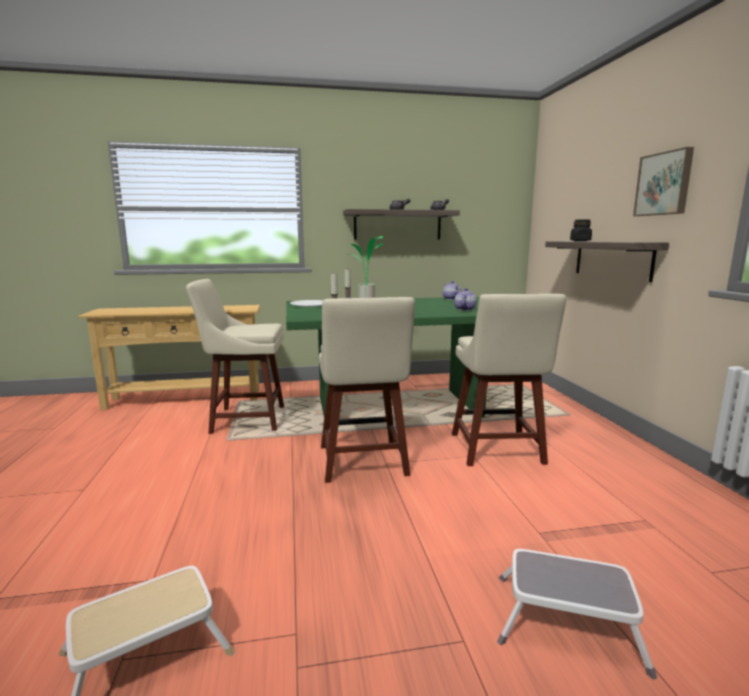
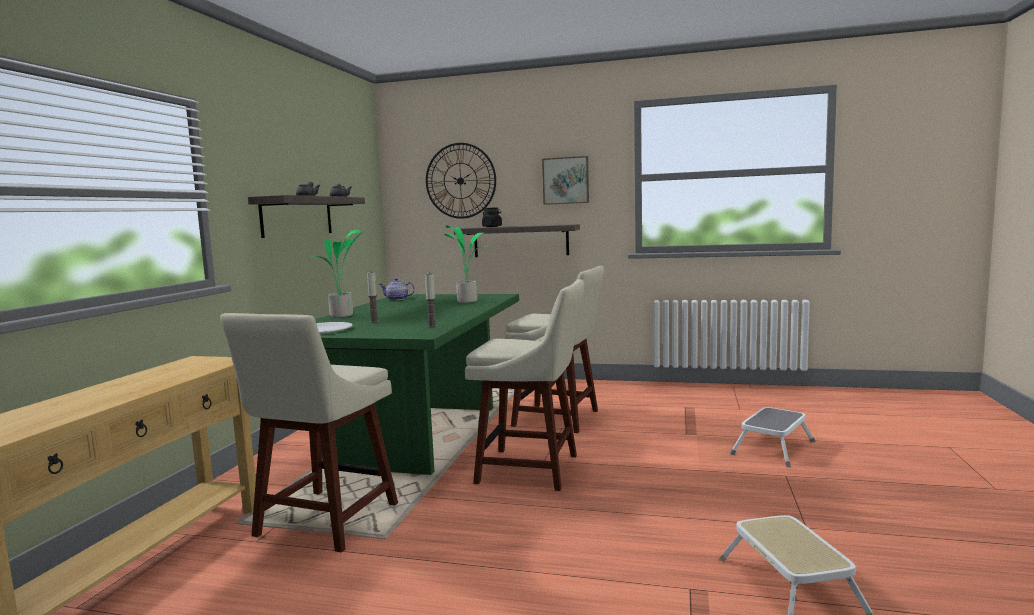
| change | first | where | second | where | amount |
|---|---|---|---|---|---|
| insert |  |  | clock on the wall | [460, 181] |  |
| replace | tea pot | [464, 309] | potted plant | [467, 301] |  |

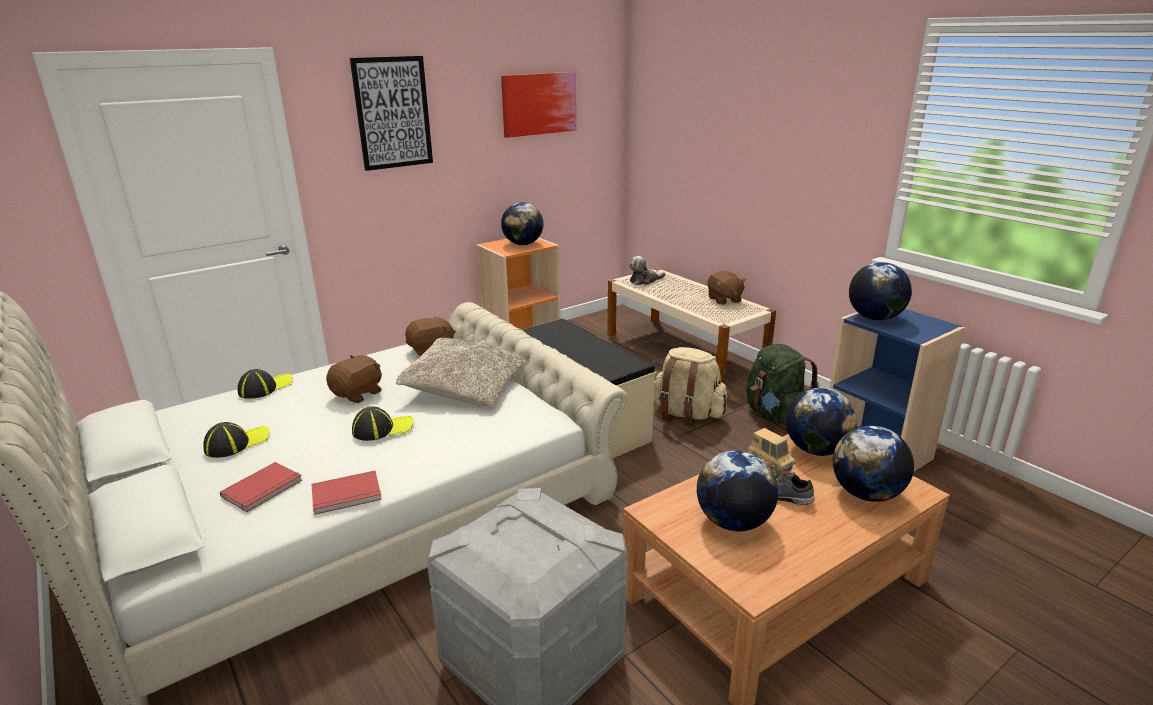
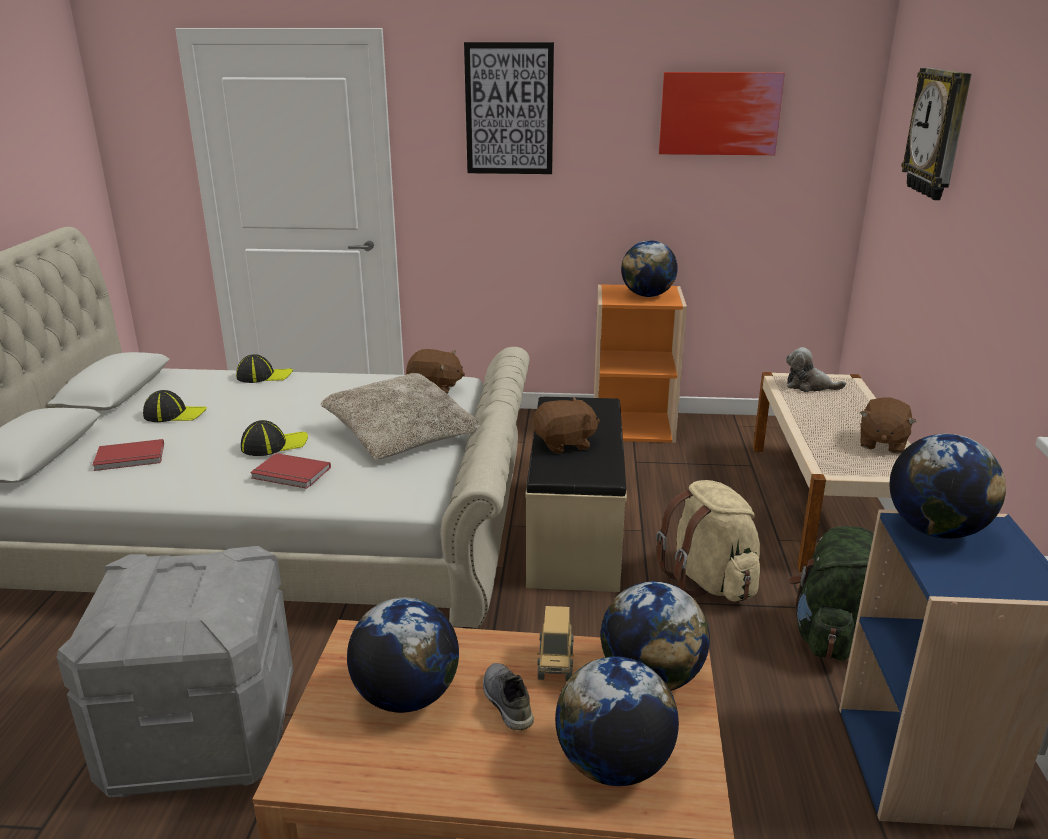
| change | first | where | second | where | amount |
|---|---|---|---|---|---|
| rotate | peaked cap | [382, 428] |  | [274, 445] | 45 degrees counterclockwise |
| move | reddish volume | [347, 495] |  | [290, 474] |  |
| move | brown cuddly toy | [358, 394] |  | [565, 444] |  |
| insert |  |  | clock on the wall | [939, 133] |  |

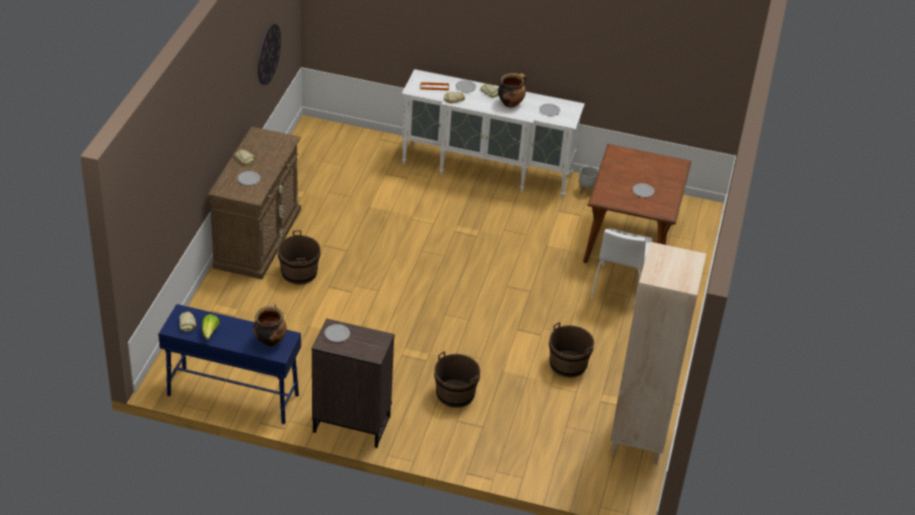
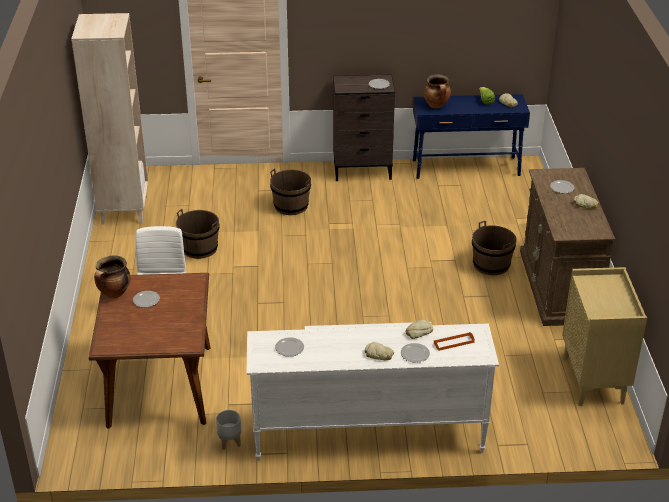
| change | first | where | second | where | amount |
|---|---|---|---|---|---|
| move | cooking pot | [510, 103] |  | [114, 294] |  |
| insert |  |  | beige cabinet | [593, 380] |  |
| delete | clock on the wall | [268, 54] |  |  |  |

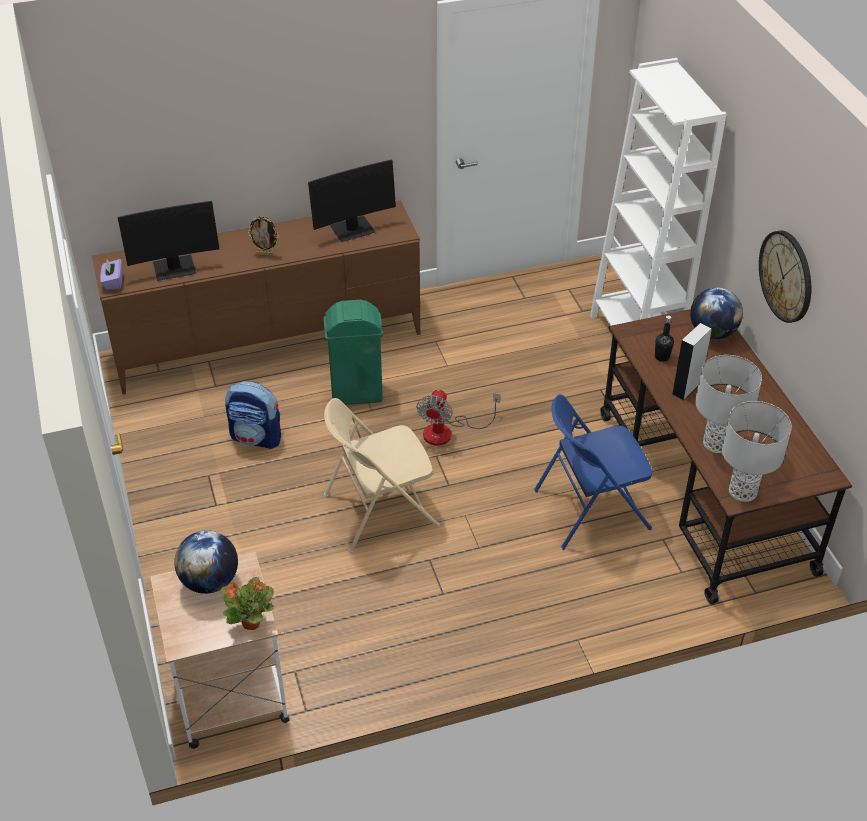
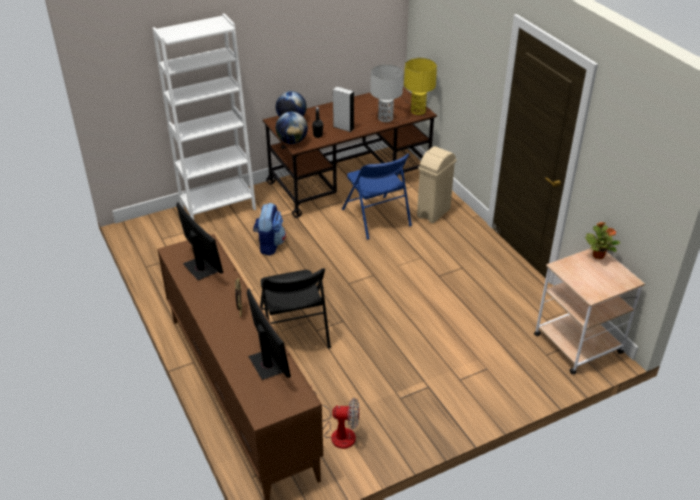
| change | first | where | second | where | amount |
|---|---|---|---|---|---|
| move | backpack | [257, 437] |  | [269, 245] |  |
| replace | green-coloured rubbish bin | [356, 394] | black upright chair | [293, 331] |  |
| move | world globe | [210, 581] |  | [292, 141] |  |
| move | fan | [447, 432] |  | [338, 432] |  |
| recolor | white tabletop lamp | [742, 492] | yellowish tabletop lamp | [418, 111] |  |
| insert |  |  | beige rubbish bin | [433, 213] |  |
| delete | purple tissue holder | [113, 282] |  |  |  |
| delete | beige upright chair | [381, 510] |  |  |  |
| delete | clock on the wall | [786, 276] |  |  |  |

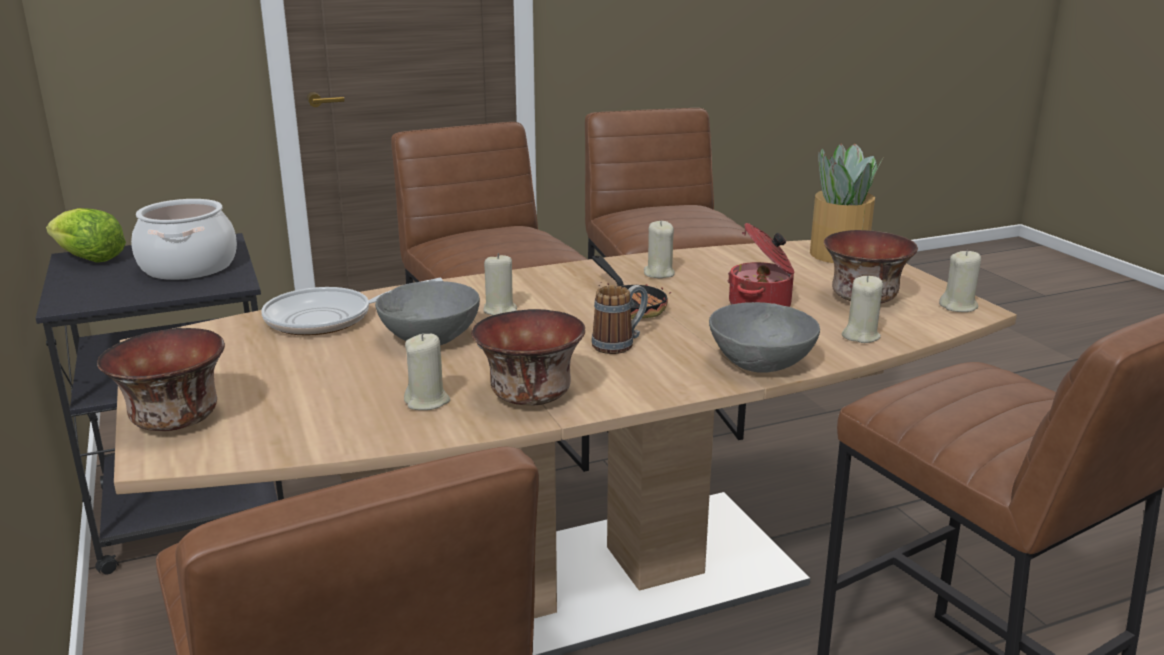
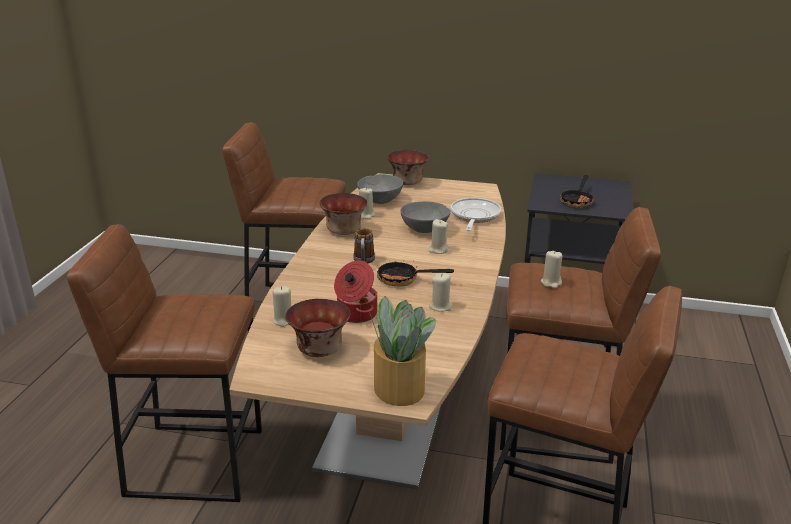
| change | first | where | second | where | amount |
|---|---|---|---|---|---|
| move | grey deep dish | [761, 364] |  | [380, 200] |  |
| move | beige wax light | [958, 307] |  | [551, 282] |  |
| replace | cooking pot | [188, 267] | skillet | [577, 201] |  |
| delete | head of lettuce | [90, 259] |  |  |  |

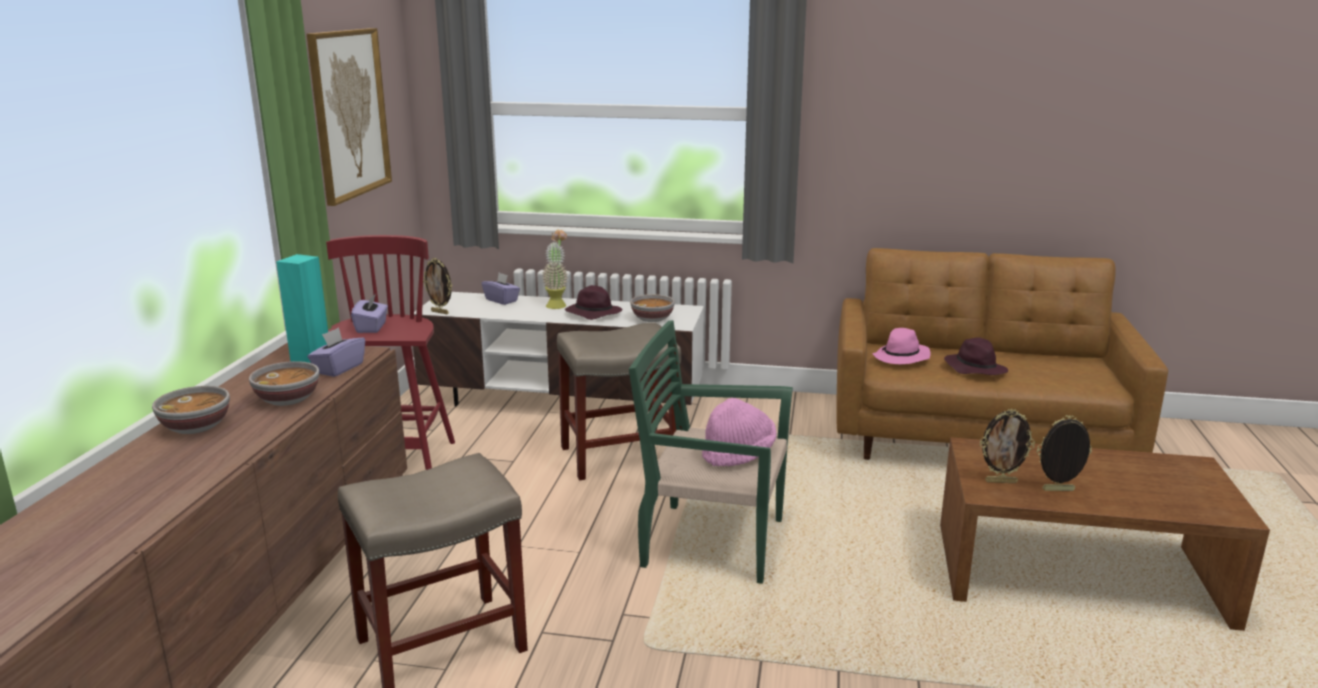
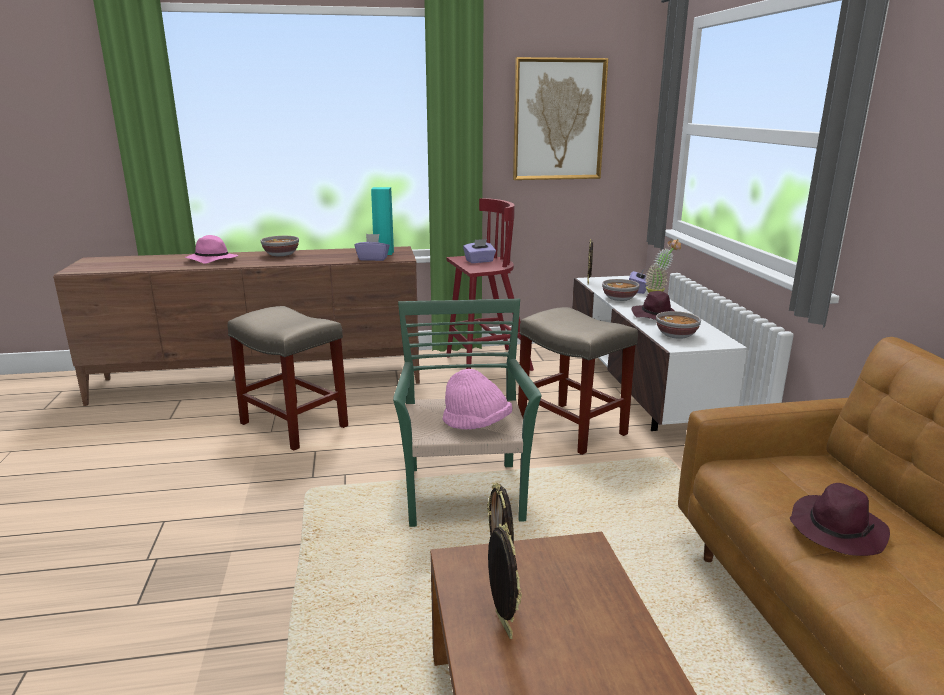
| change | first | where | second | where | amount |
|---|---|---|---|---|---|
| move | pink-coloured hat | [901, 358] |  | [211, 260] |  |
| move | deep dish | [288, 399] |  | [619, 298] |  |

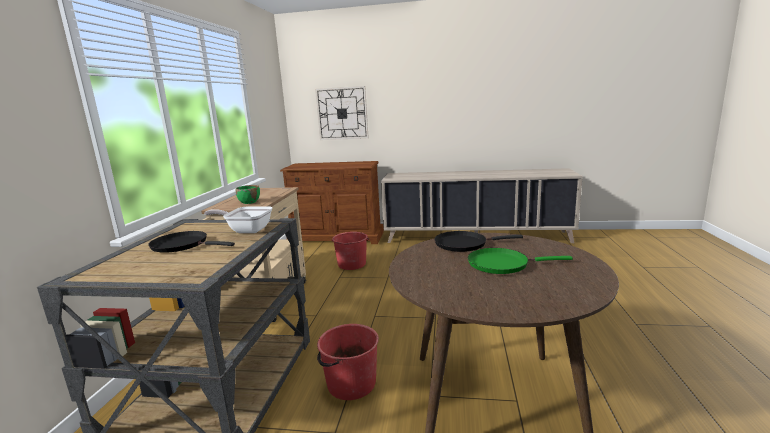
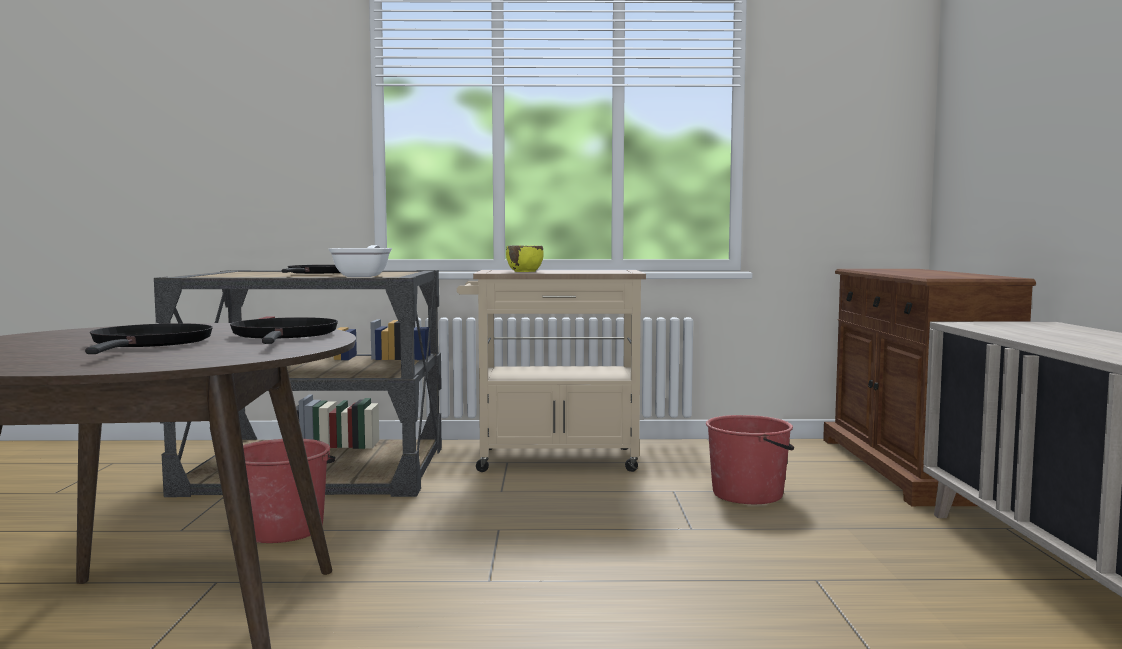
| change | first | where | second | where | amount |
|---|---|---|---|---|---|
| recolor | green-coloured skillet | [502, 264] | black skillet | [150, 344] |  |
| recolor | green-coloured deep dish | [249, 202] | yellowish deep dish | [525, 271] |  |
| delete | clock on the wall | [342, 113] |  |  |  |

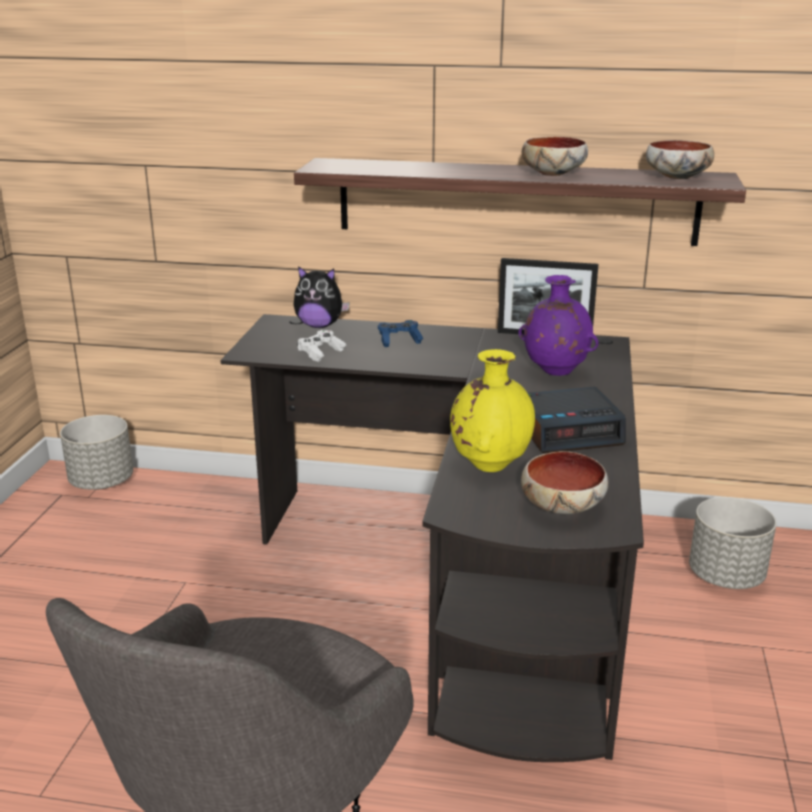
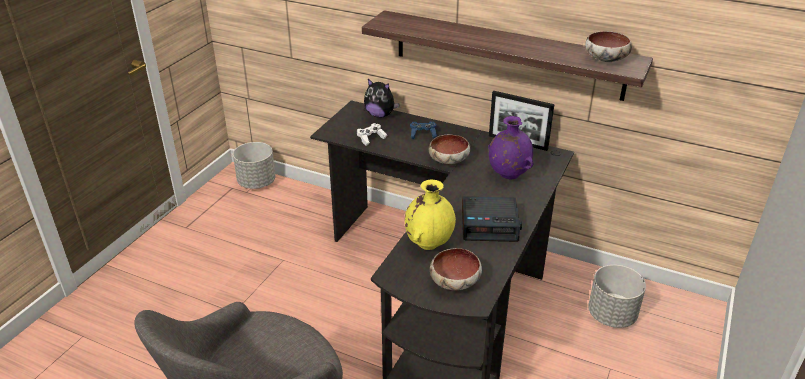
| change | first | where | second | where | amount |
|---|---|---|---|---|---|
| move | deep dish | [553, 173] |  | [449, 160] |  |

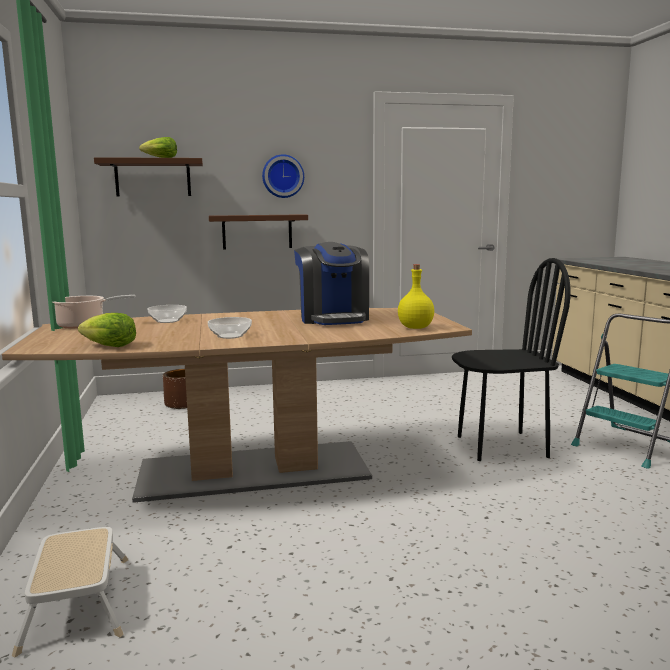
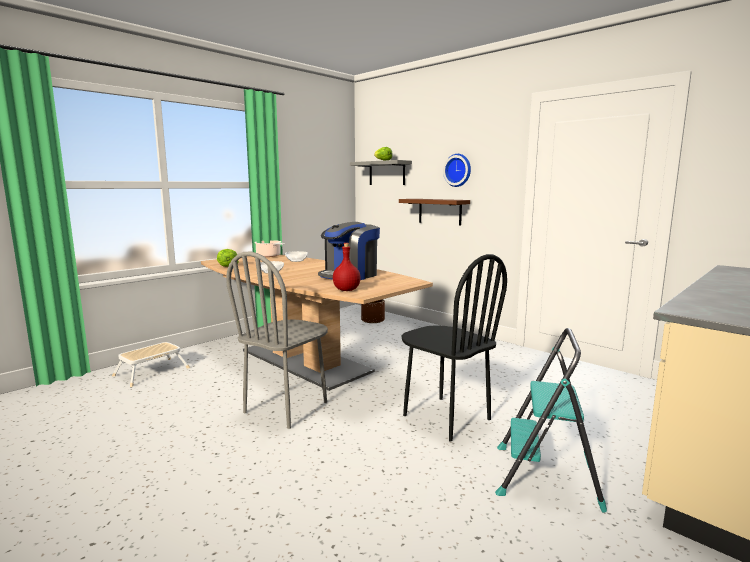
| change | first | where | second | where | amount |
|---|---|---|---|---|---|
| insert |  |  | grey upright chair | [286, 407] |  |
| recolor | yellowish beverage bottle | [415, 327] | reddish beverage bottle | [347, 290] |  |
| recolor | brown bracket shelf | [153, 178] | grey bracket shelf | [387, 173] |  |

